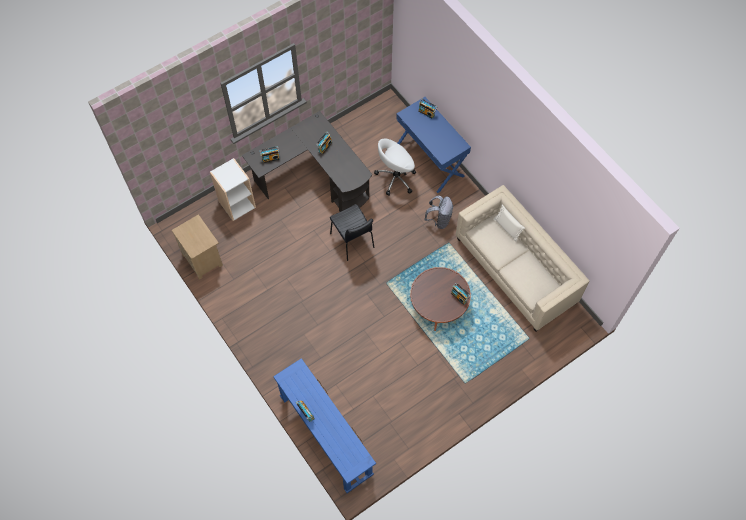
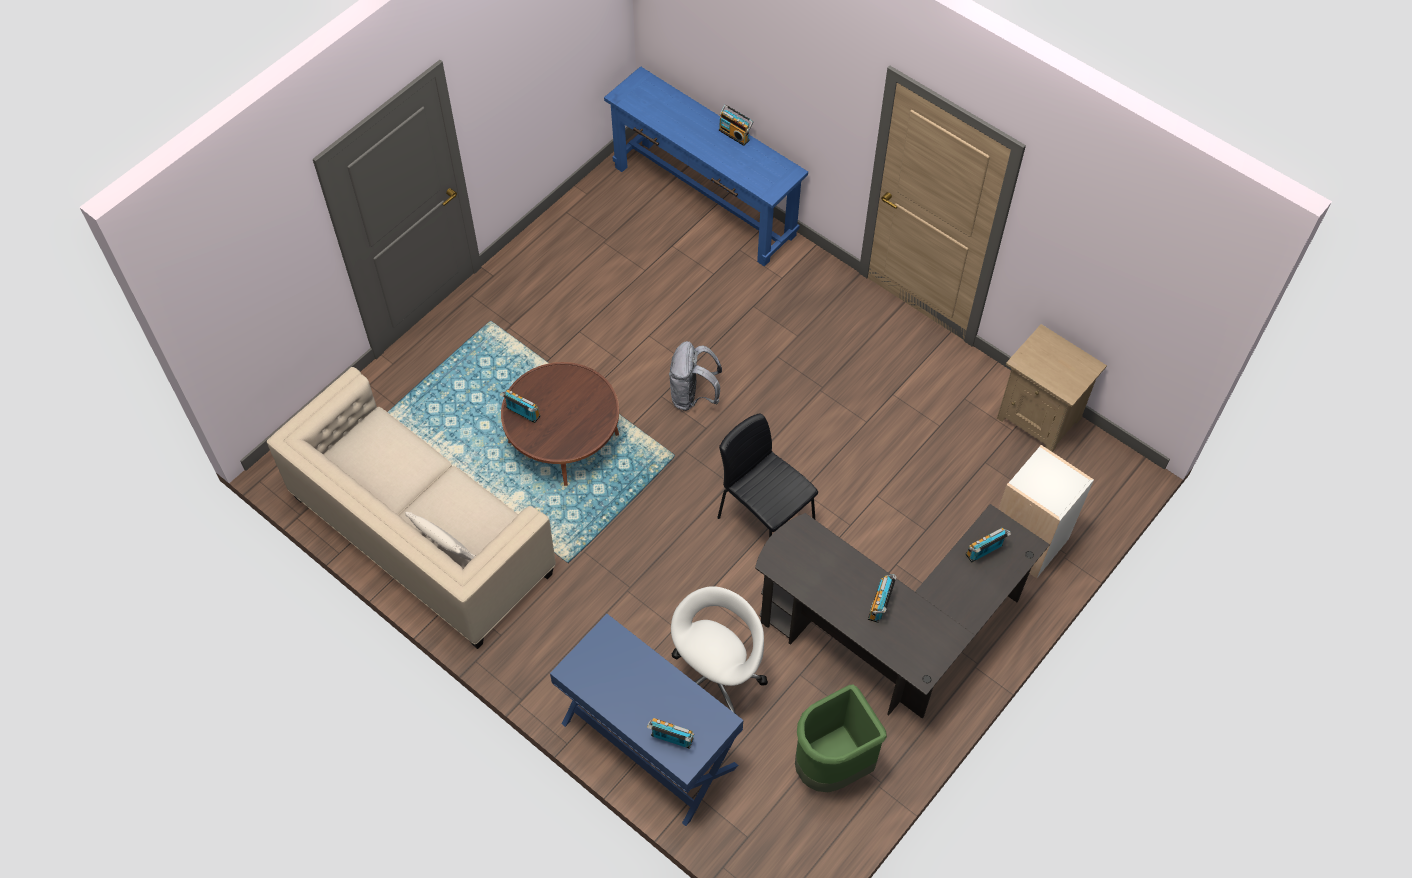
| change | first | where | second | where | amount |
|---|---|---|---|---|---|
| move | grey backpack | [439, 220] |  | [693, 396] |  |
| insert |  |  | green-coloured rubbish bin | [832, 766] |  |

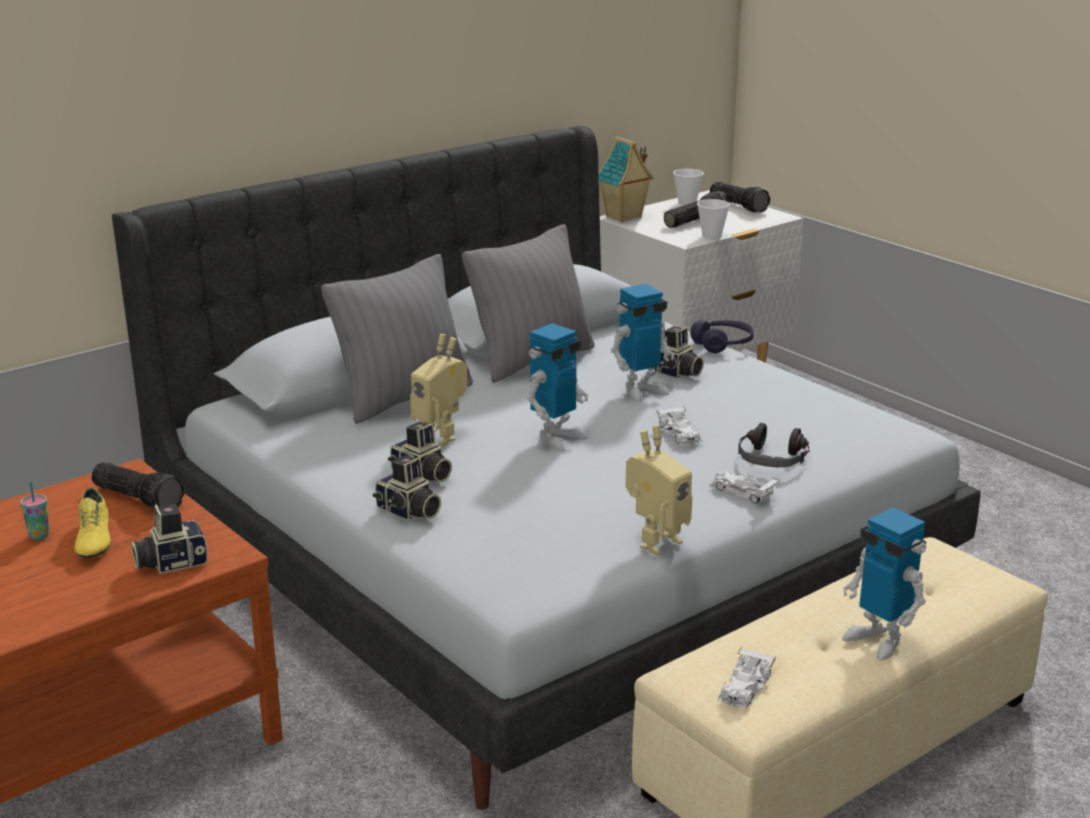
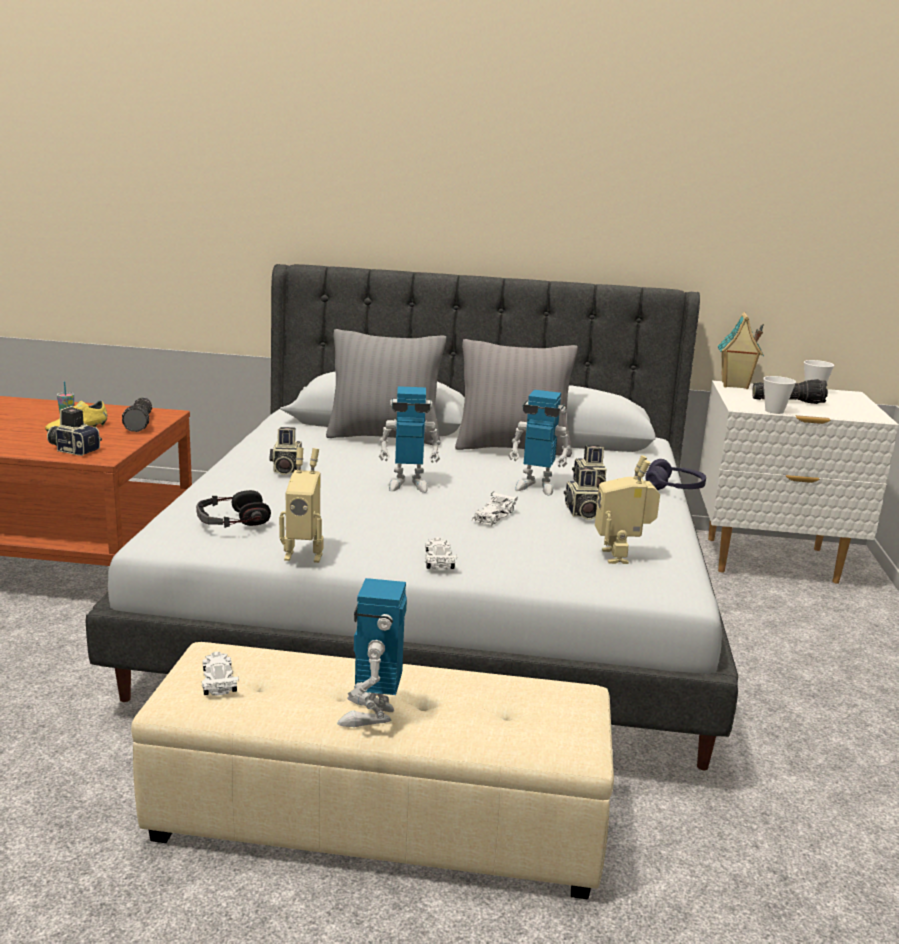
| change | first | where | second | where | amount |
|---|---|---|---|---|---|
| move | headphones | [773, 458] |  | [232, 520] |  |
| rotate | white miniature car | [744, 687] |  | [218, 680] | 90 degrees clockwise |
| move | photo camera | [408, 512] |  | [581, 512] |  |
| move | model robot | [441, 436] |  | [621, 556] |  |
| delete | torch | [739, 206] |  |  |  |

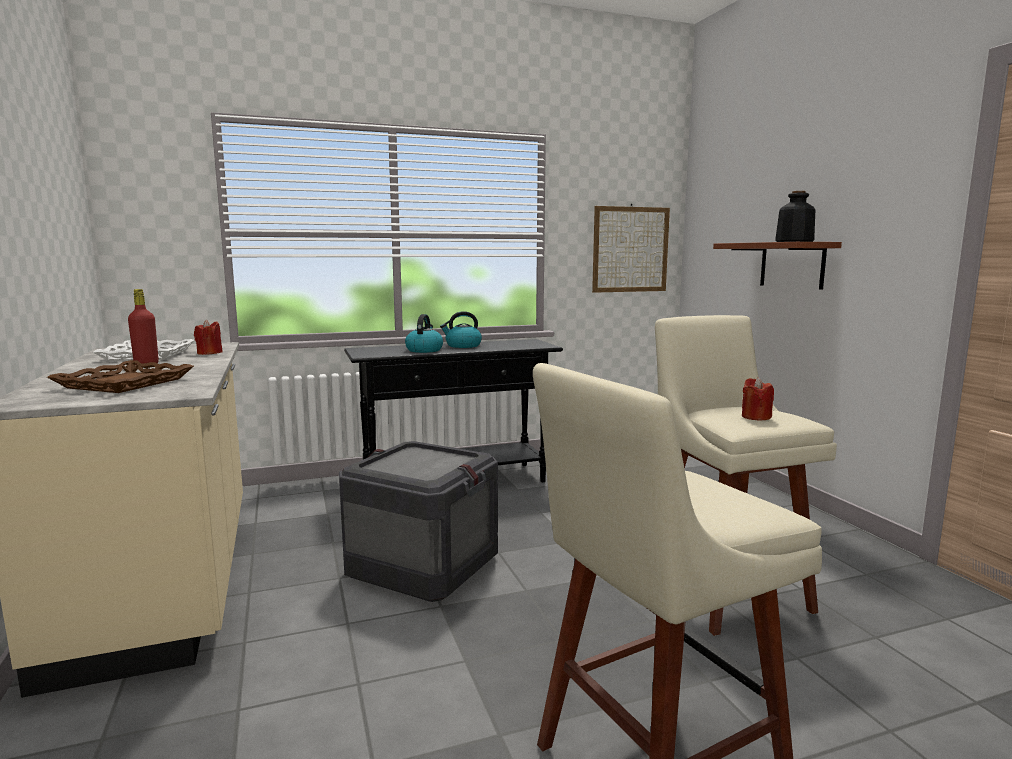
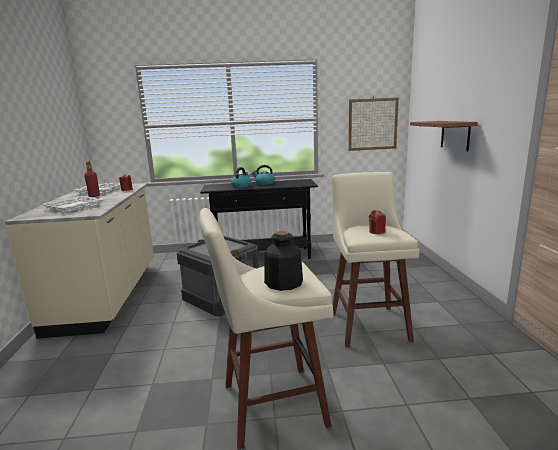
| change | first | where | second | where | amount |
|---|---|---|---|---|---|
| recolor | brown tray | [124, 383] | white tray | [74, 207] |  |
| move | beverage bottle | [794, 241] |  | [283, 282] |  |

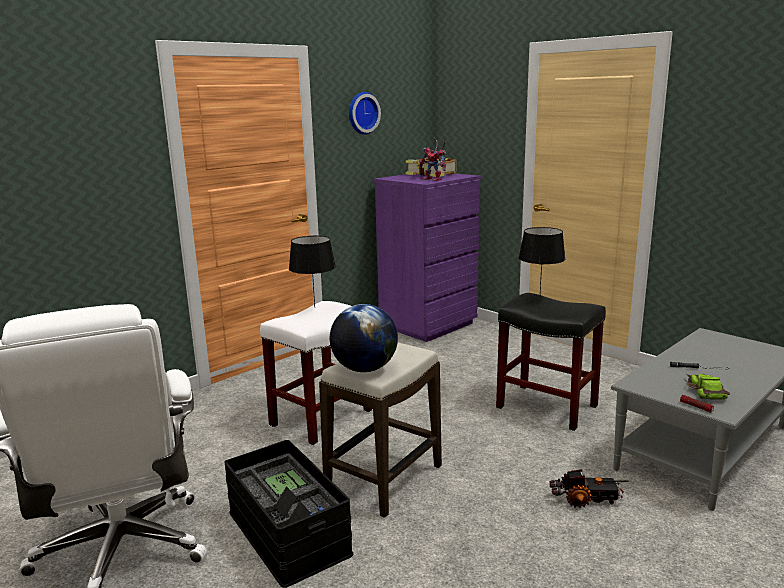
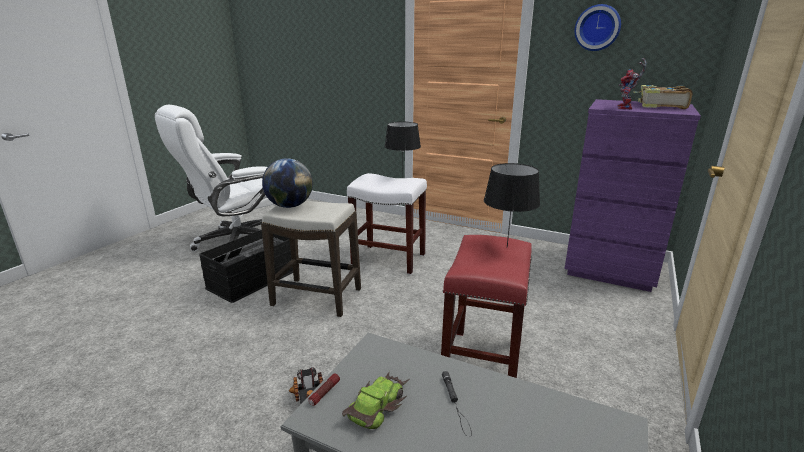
| change | first | where | second | where | amount |
|---|---|---|---|---|---|
| rotate | miniature car | [704, 390] |  | [377, 404] | 45 degrees counterclockwise |
| recolor | black stool seat | [548, 406] | reddish stool seat | [483, 364] |  |

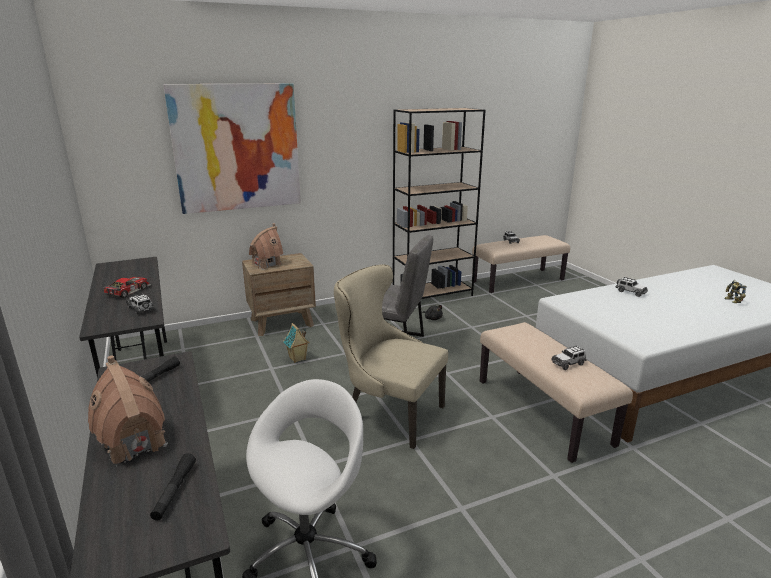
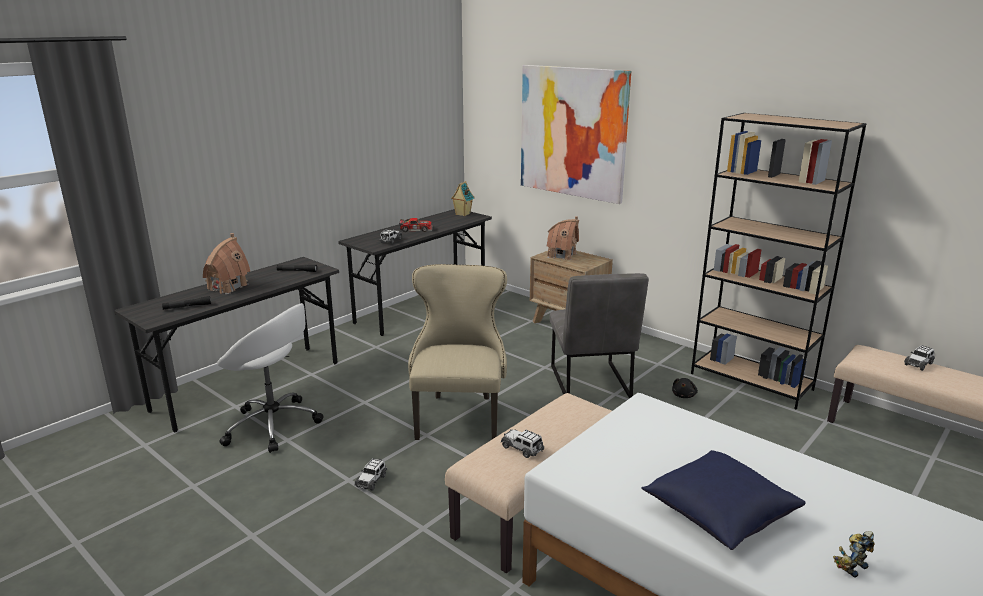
| change | first | where | second | where | amount |
|---|---|---|---|---|---|
| move | miniature car | [630, 292] |  | [371, 480] |  |
| move | toy house | [297, 359] |  | [462, 214] |  |
| insert |  |  | blue-coloured throw pillow | [718, 514] |  |

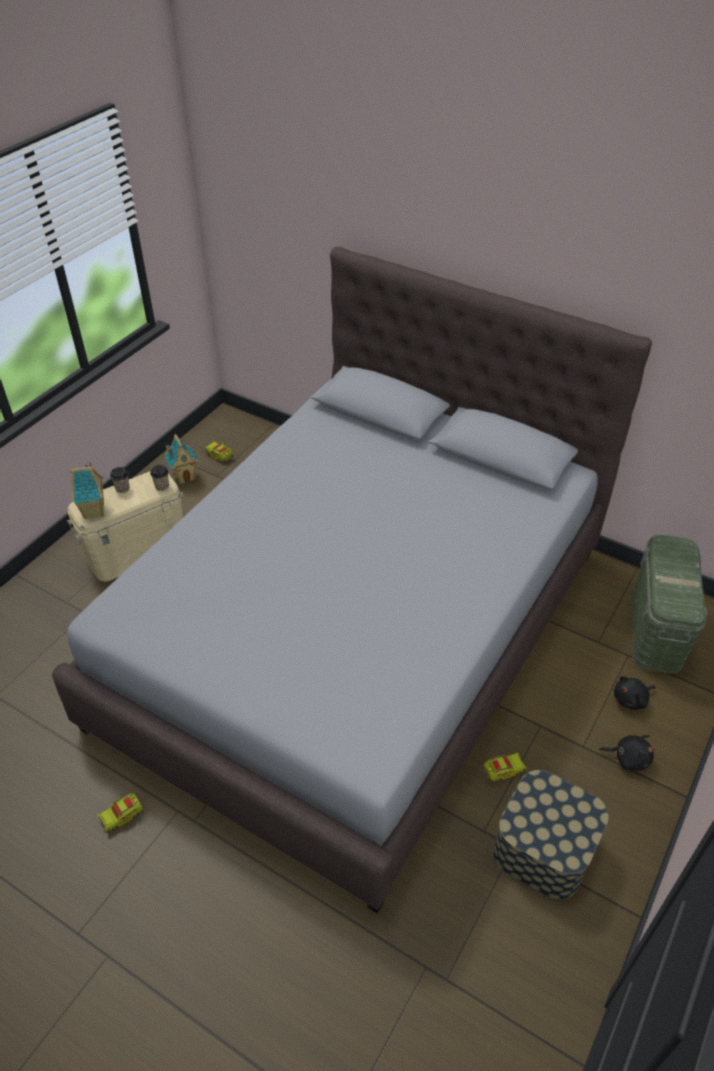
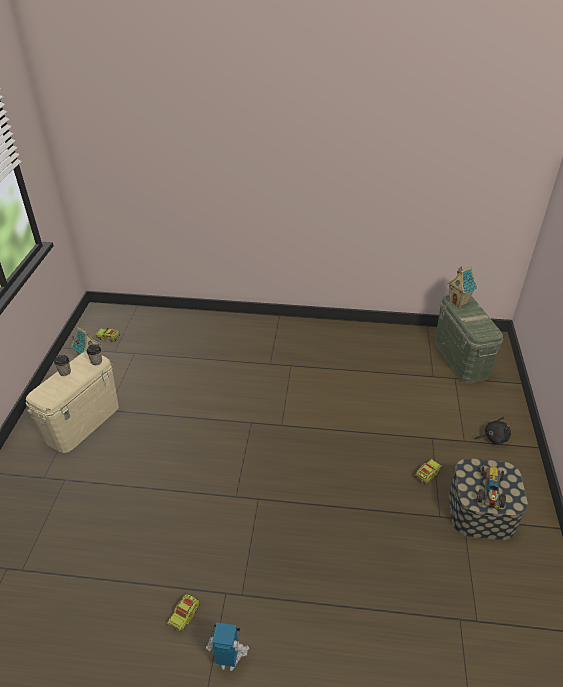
| change | first | where | second | where | amount |
|---|---|---|---|---|---|
| insert |  |  | model robot | [229, 659] |  |
| move | toy house | [95, 511] |  | [458, 302] |  |
| insert |  |  | miniature car | [490, 492] |  |
| delete | grey bedroom bed | [358, 634] |  |  |  |
| delete | black cuddly toy | [631, 699] |  |  |  |

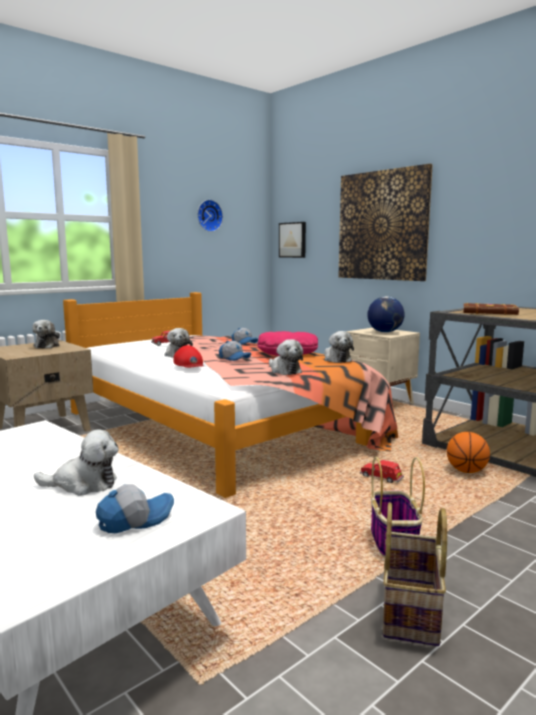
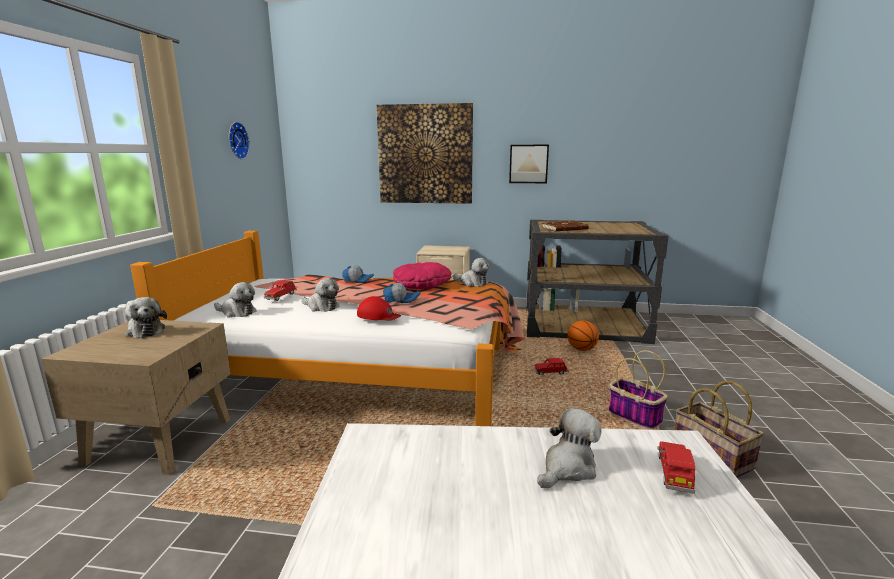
| change | first | where | second | where | amount |
|---|---|---|---|---|---|
| move | cuddly toy | [284, 371] |  | [237, 312] |  |
| move | wall art | [293, 240] |  | [528, 164] |  |
| replace | peaked cap | [135, 519] | reddish miniature car | [674, 474] |  |
| delete | world globe | [385, 332] |  |  |  |

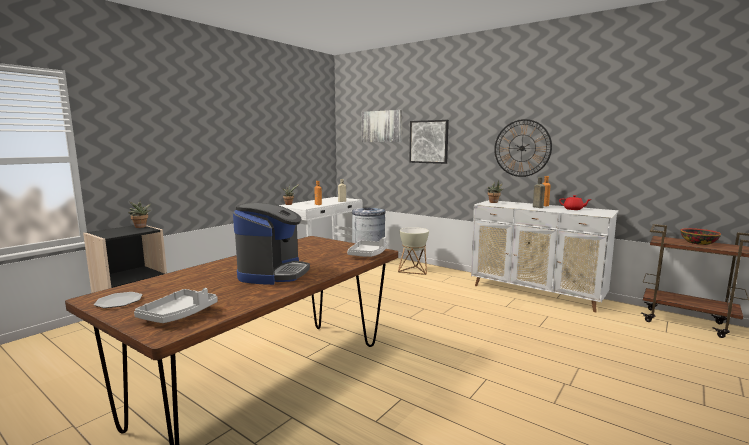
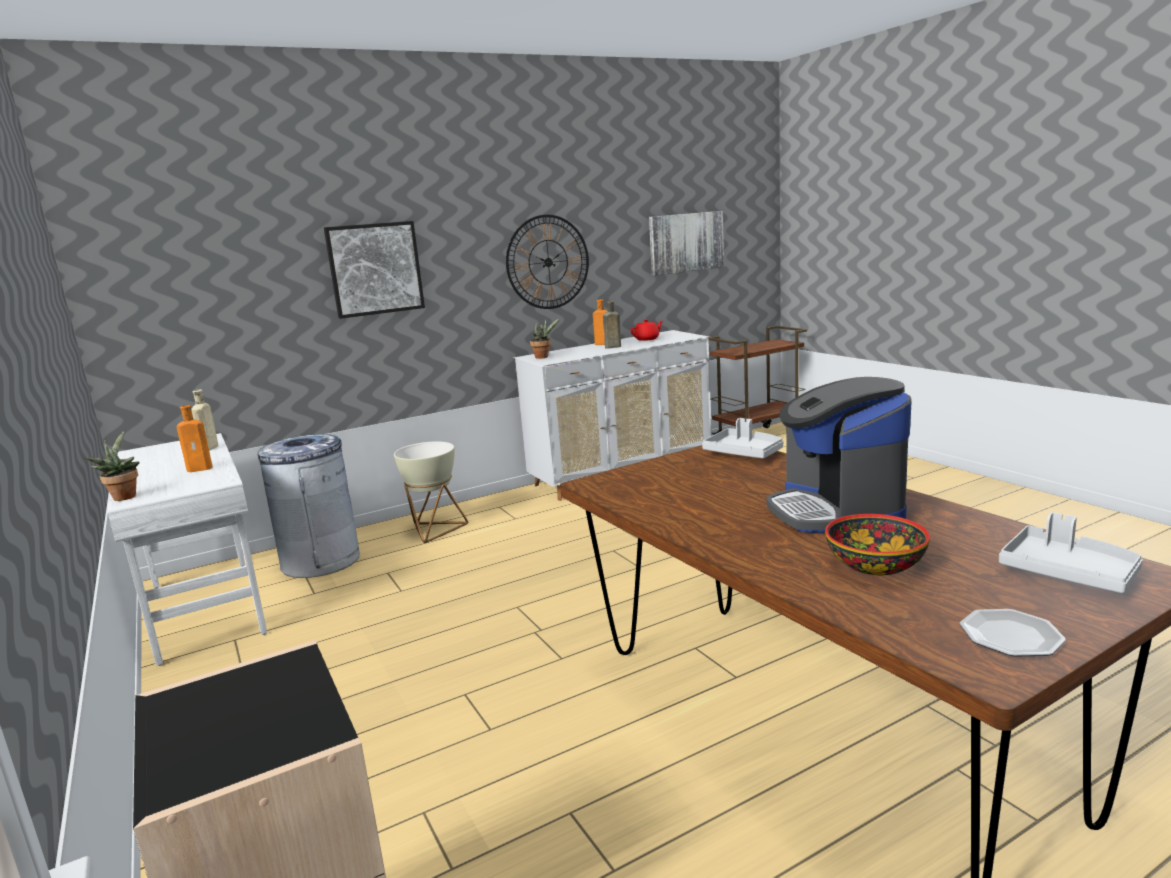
| change | first | where | second | where | amount |
|---|---|---|---|---|---|
| move | wall art | [381, 126] |  | [686, 242] |  |
| rotate | coffee machine | [273, 273] |  | [836, 512] | 135 degrees counterclockwise |
| move | deep dish | [698, 243] |  | [874, 564] |  |
| delete | potted plant | [140, 227] |  |  |  |

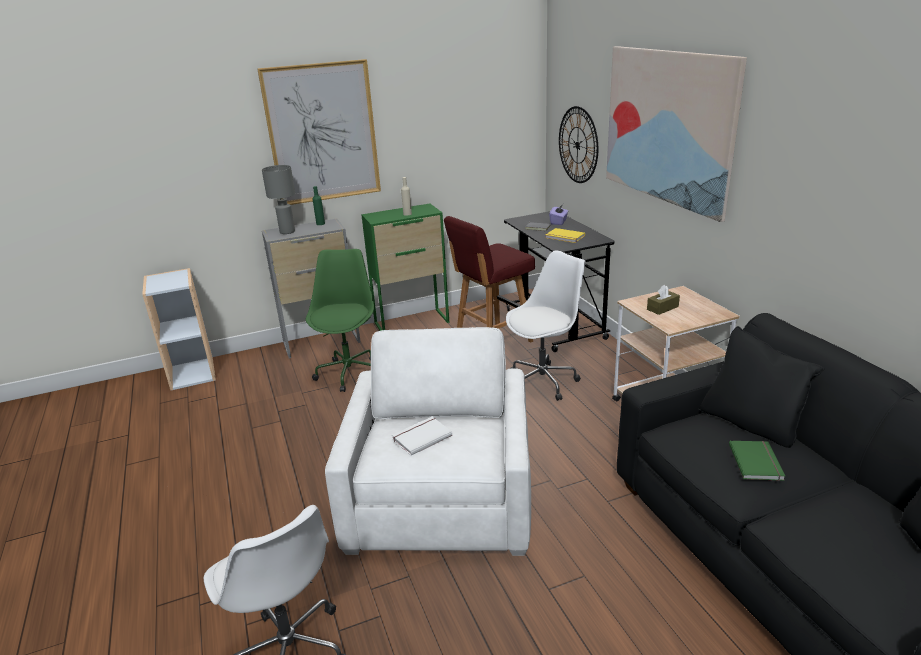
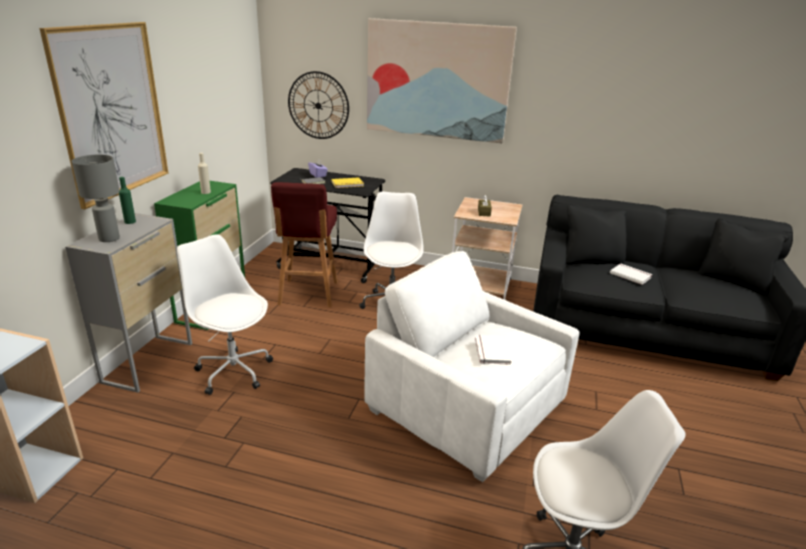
| change | first | where | second | where | amount |
|---|---|---|---|---|---|
| recolor | green-coloured desk chair | [349, 373] | white desk chair | [233, 371] |  |
| recolor | green-coloured volume | [757, 462] | white volume | [630, 275] |  |

